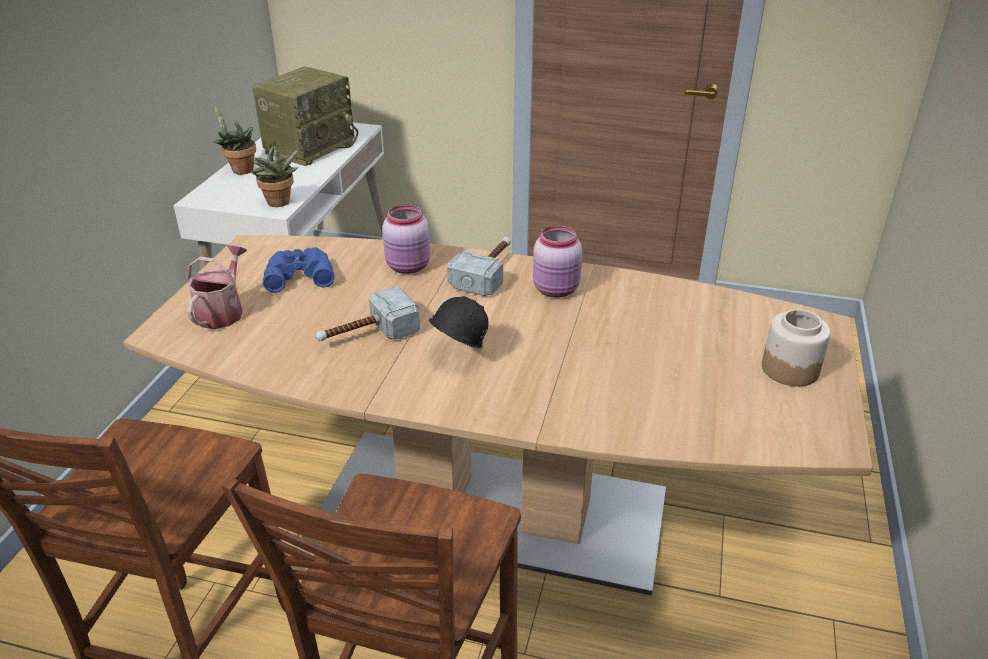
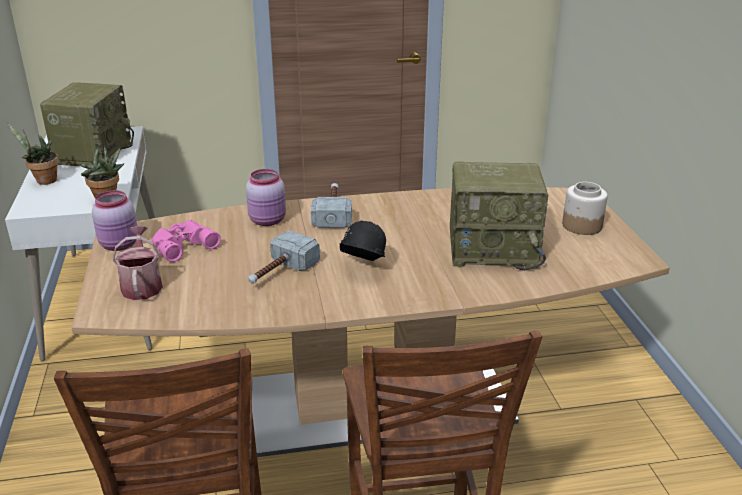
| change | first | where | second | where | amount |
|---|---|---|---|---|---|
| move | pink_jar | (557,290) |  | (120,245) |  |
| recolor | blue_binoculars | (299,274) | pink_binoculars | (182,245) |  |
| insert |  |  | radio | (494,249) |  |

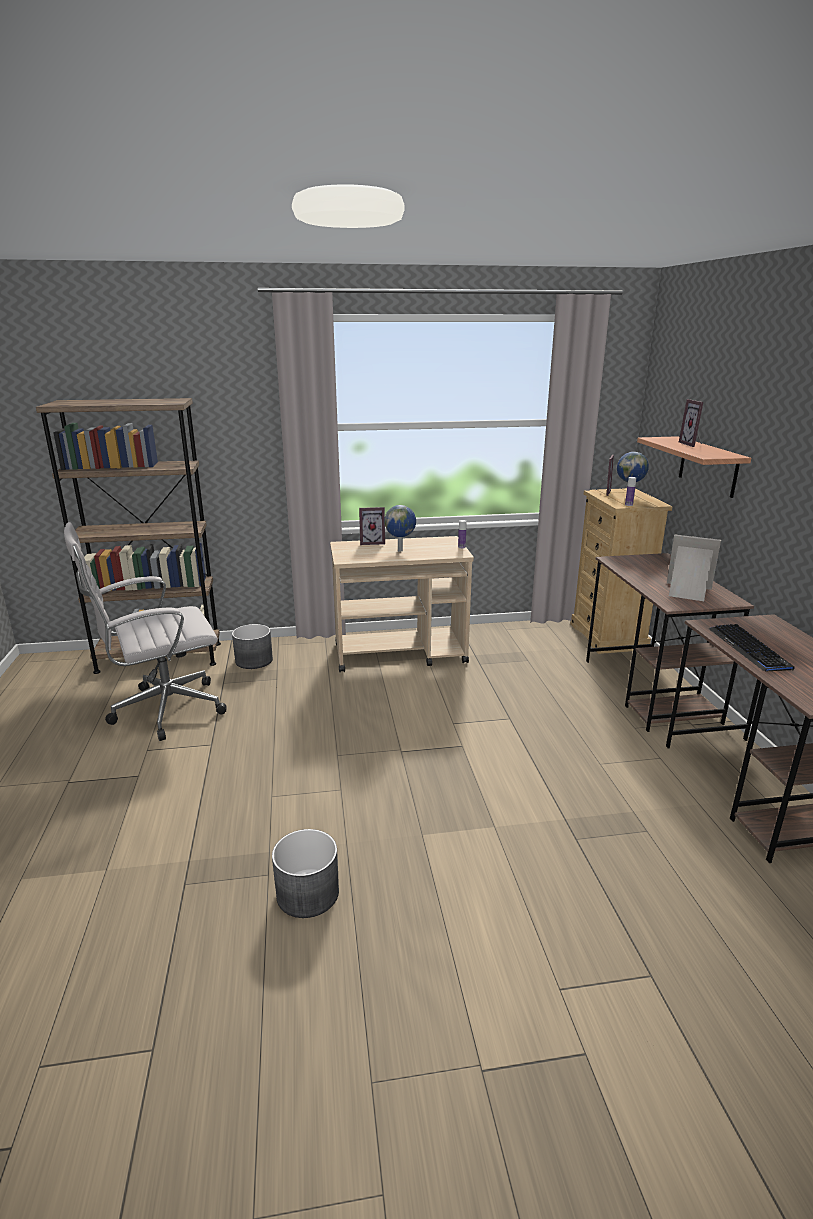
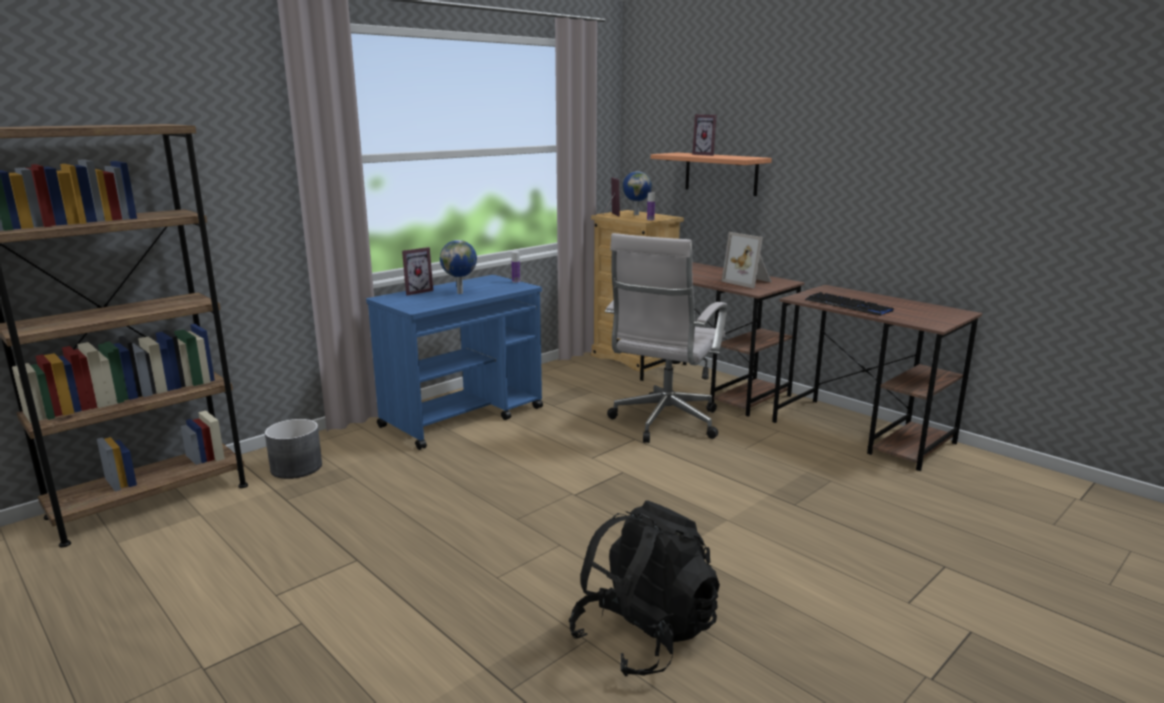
| change | first | where | second | where | amount |
|---|---|---|---|---|---|
| recolor | beige_cart | (401,653) | blue_cart | (463,417) |  |
| replace | grey_planter | (307,893) | black_backpack | (644,636) |  |
| move | white_office_chair | (163,710) |  | (664,424) |  |
| rotate | picture_frame | (687,592) |  | (749,282) | 120 degrees counterclockwise |

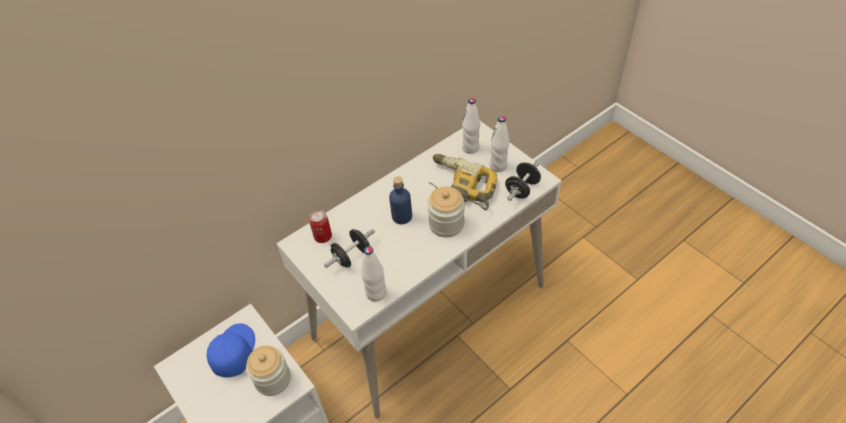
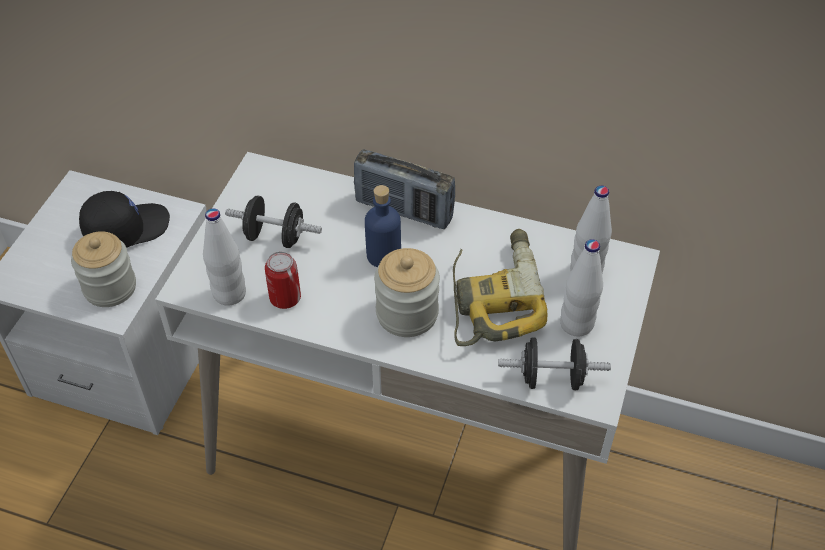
| change | first | where | second | where | amount |
|---|---|---|---|---|---|
| recolor | blue_cap | (233,352) | black_cap | (126,228) |  |
| move | can | (323,237) |  | (285,298) |  |
| insert |  |  | radio | (404,210) |  |

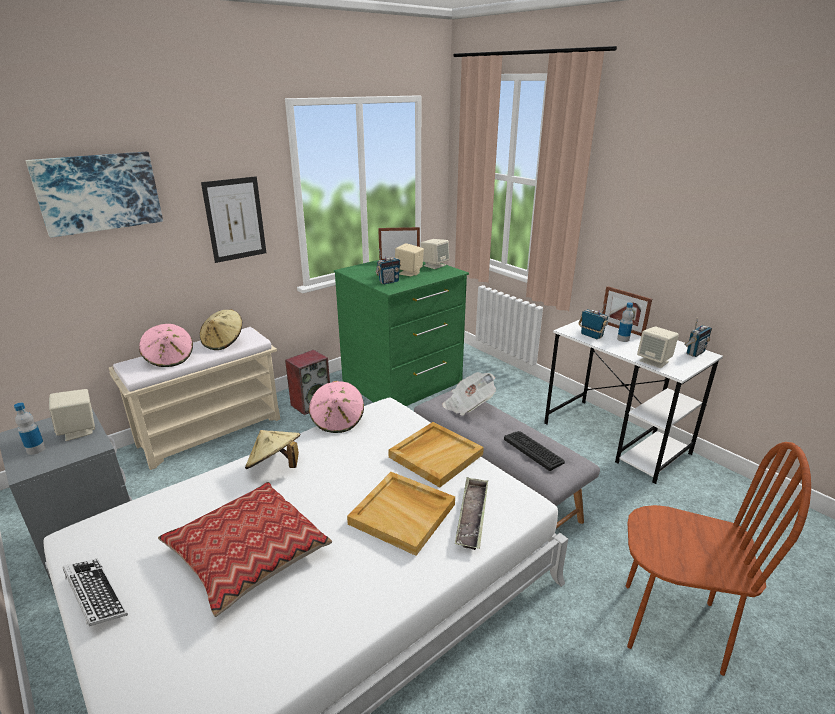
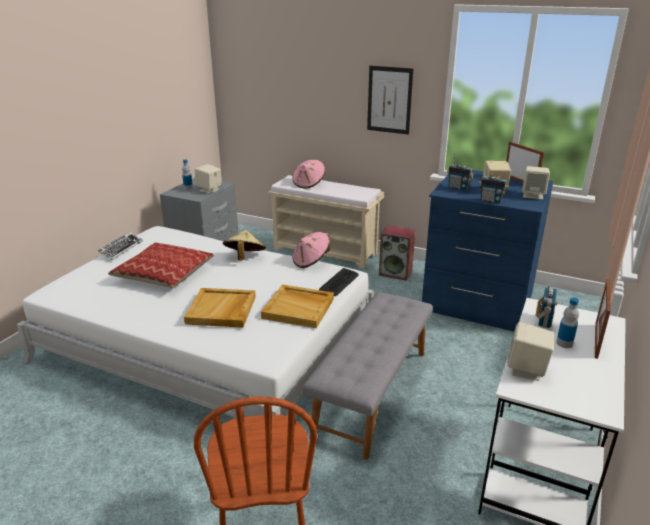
| change | first | where | second | where | amount |
|---|---|---|---|---|---|
| move | keyboard | (533,450) |  | (339,283) |  |
| recolor | green_dresser | (403,383) | blue_dresser | (477,302) |  |
| move | radio | (694,353) |  | (491,201) |  |
| delete | picture | (98,192) |  |  |  |
| delete | beige_hat | (223,342) |  |  |  |
| delete | newspaper | (468,405) |  |  |  |
| delete | tray | (472,516) |  |  |  |

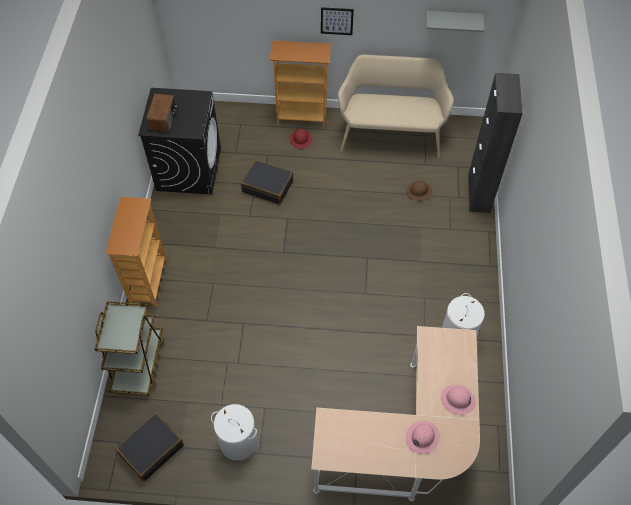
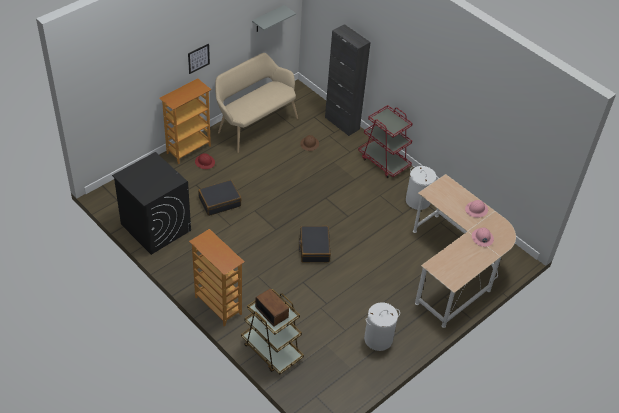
| change | first | where | second | where | amount |
|---|---|---|---|---|---|
| move | radio | (164,119) |  | (272,312) |  |
| move | black_suitcase | (151,449) |  | (314,248) |  |
| insert |  |  | red_cart | (384,161) |  |

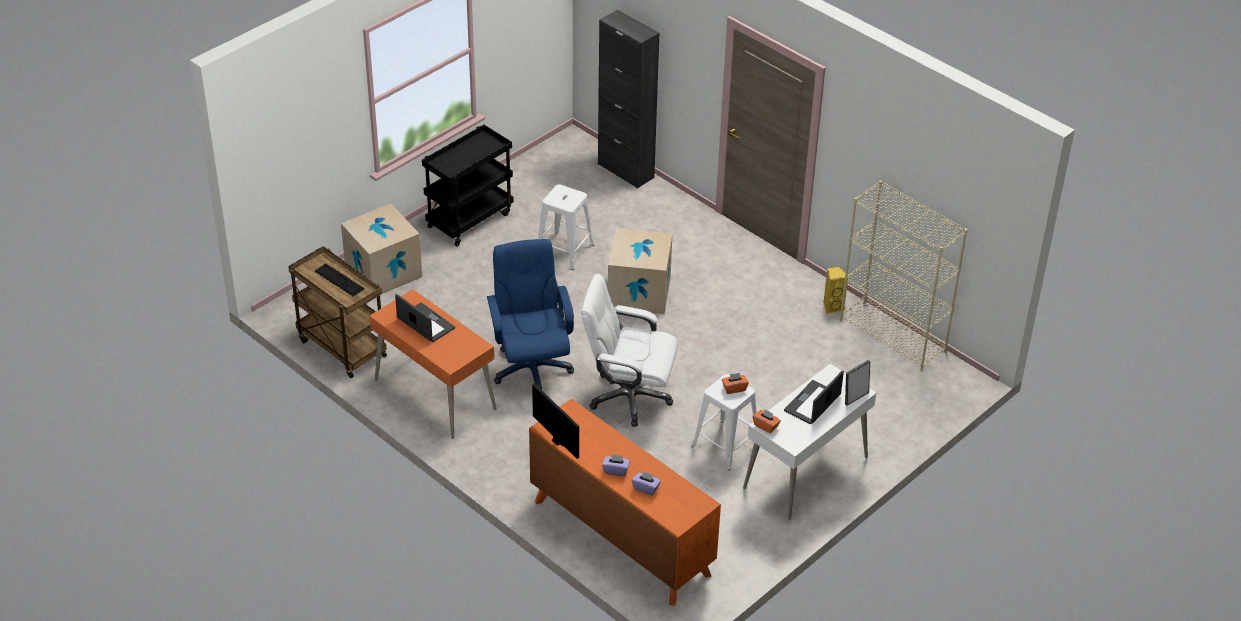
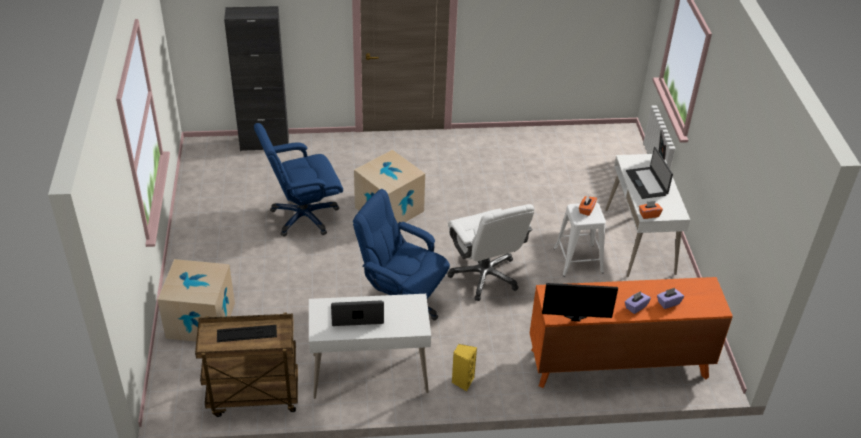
| change | first | where | second | where | amount |
|---|---|---|---|---|---|
| replace | white_stool | (564,250) | blue_office_chair | (303,217) |  |
| recolor | orange_desk | (434,395) | white_desk | (370,374) |  |
| rotate | white_office_chair | (628,397) |  | (485,276) | 75 degrees counterclockwise |
| move | yellow_speaker | (832,307) |  | (462,381) |  |
| delete | black_cart | (469,219) |  |  |  |
| delete | beige_bookcase | (893,336) |  |  |  |

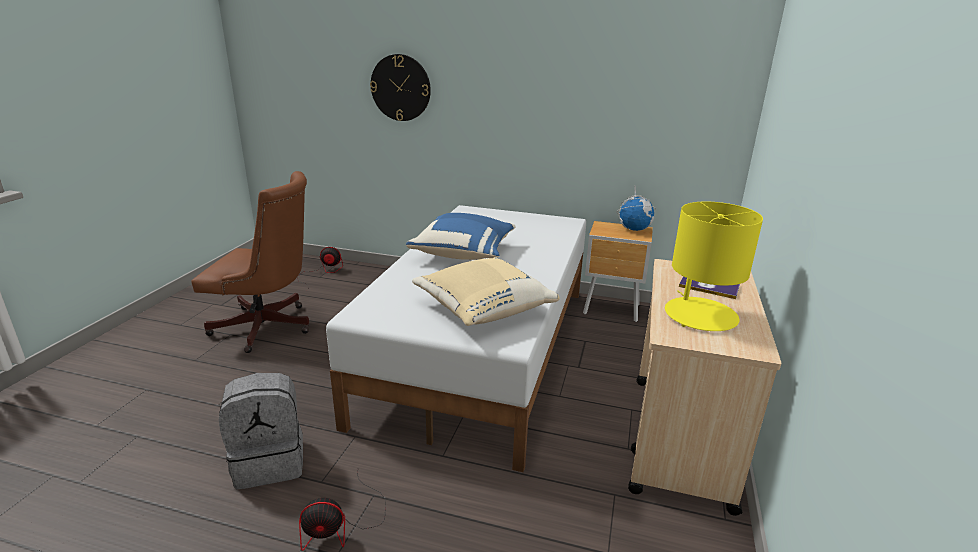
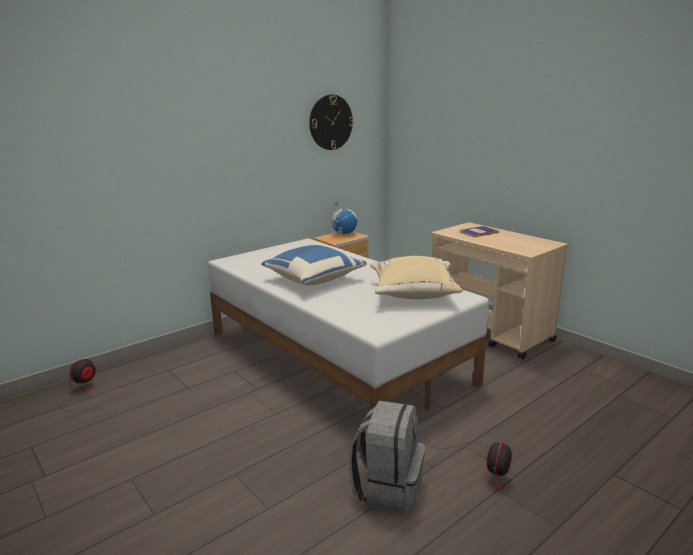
| change | first | where | second | where | amount |
|---|---|---|---|---|---|
| move | wall_clock | (400,88) |  | (330,122) |  |
| delete | brown_office_chair | (268,328) |  |  |  |
| delete | yellow_table_lamp | (700,315) |  |  |  |

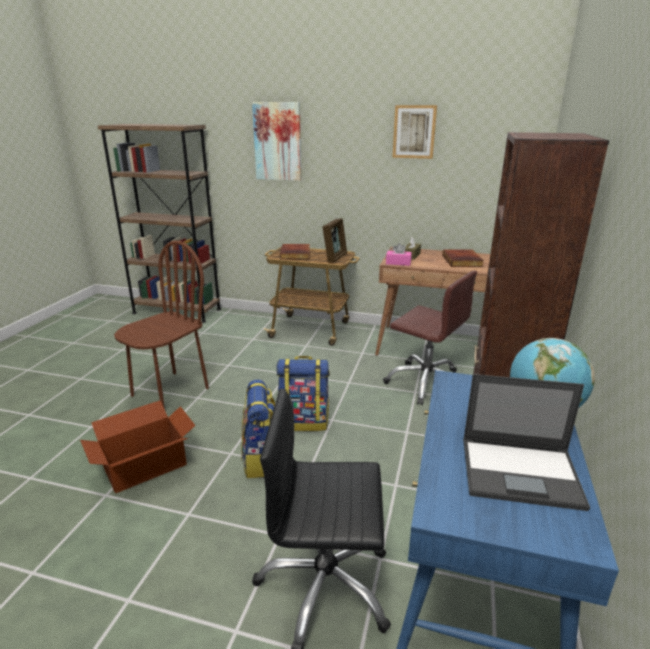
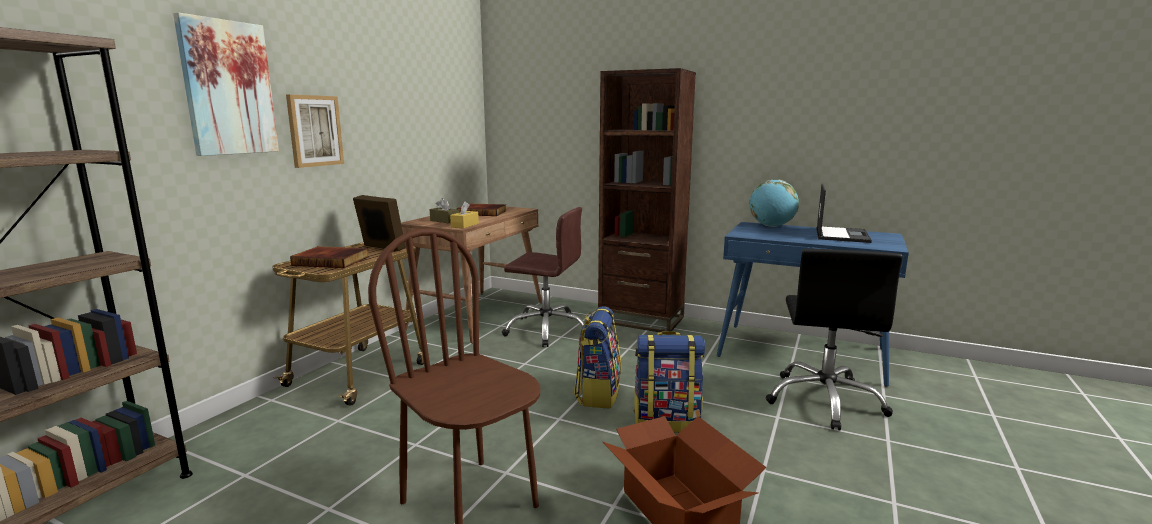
| change | first | where | second | where | amount |
|---|---|---|---|---|---|
| move | picture | (414,132) |  | (314,131) |  |
| recolor | pink_tissue_box | (398,263) | yellow_tissue_box | (465,225) |  |
| rotate | brown_office_chair | (426,383) |  | (546,330) | 60 degrees clockwise |

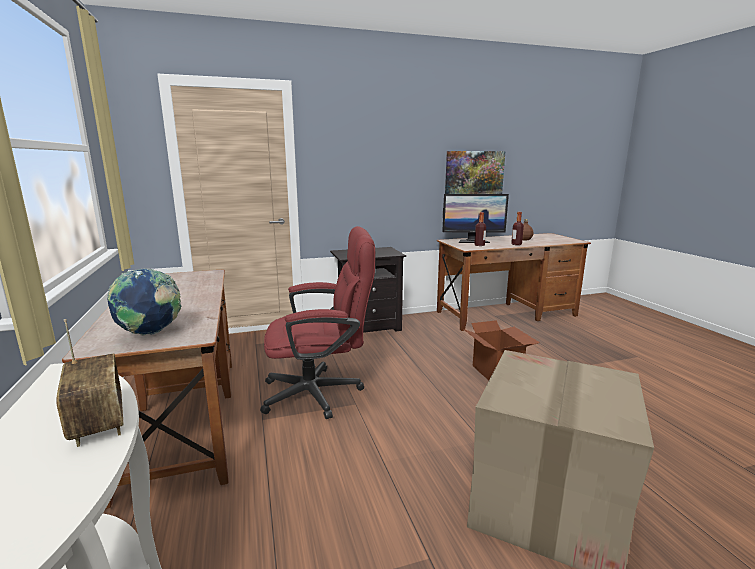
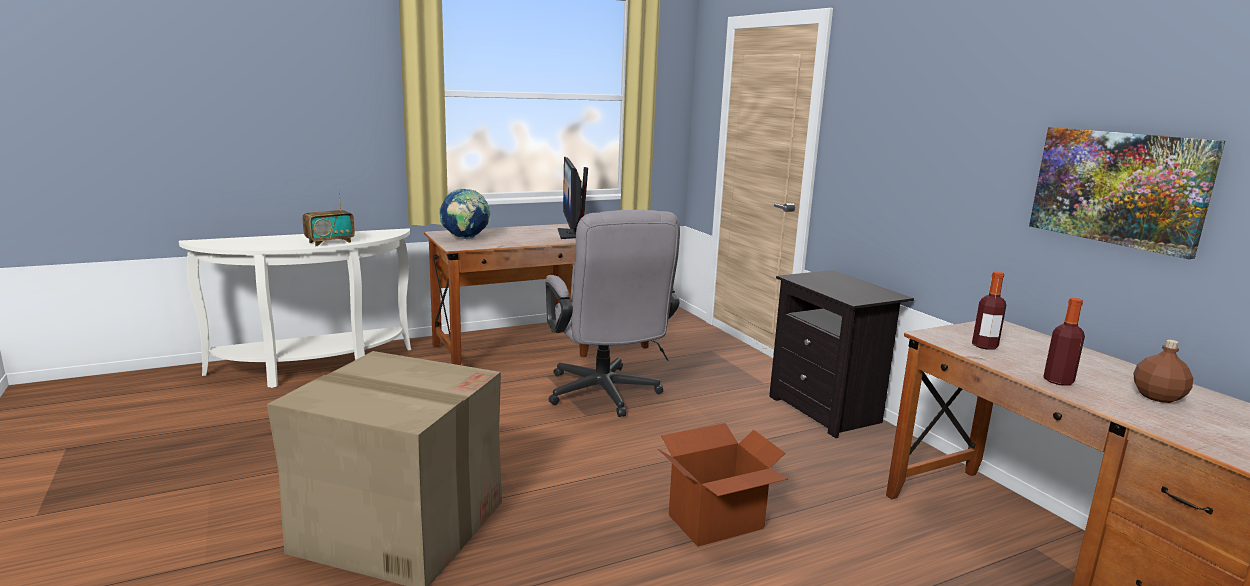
| change | first | where | second | where | amount |
|---|---|---|---|---|---|
| recolor | red_office_chair | (321,393) | grey_office_chair | (605,396) |  |
| move | monitor | (472,241) |  | (571,234) |  |

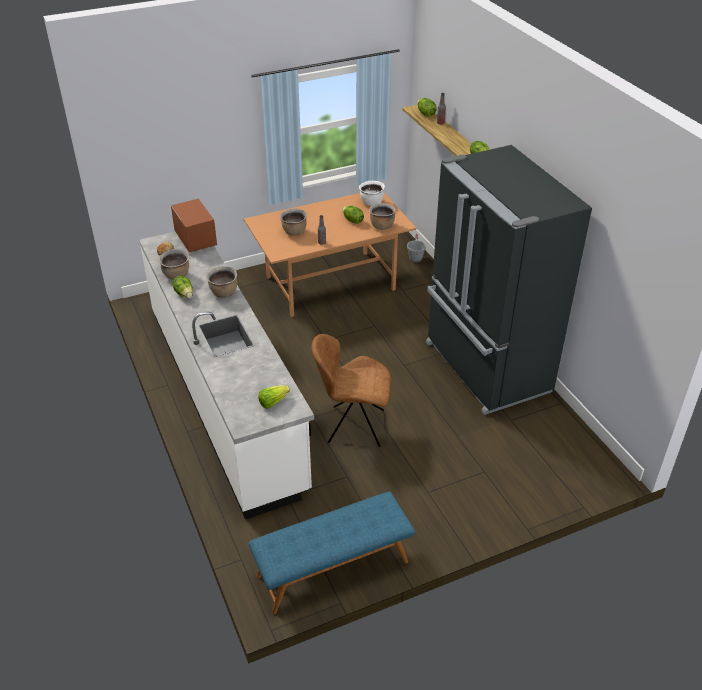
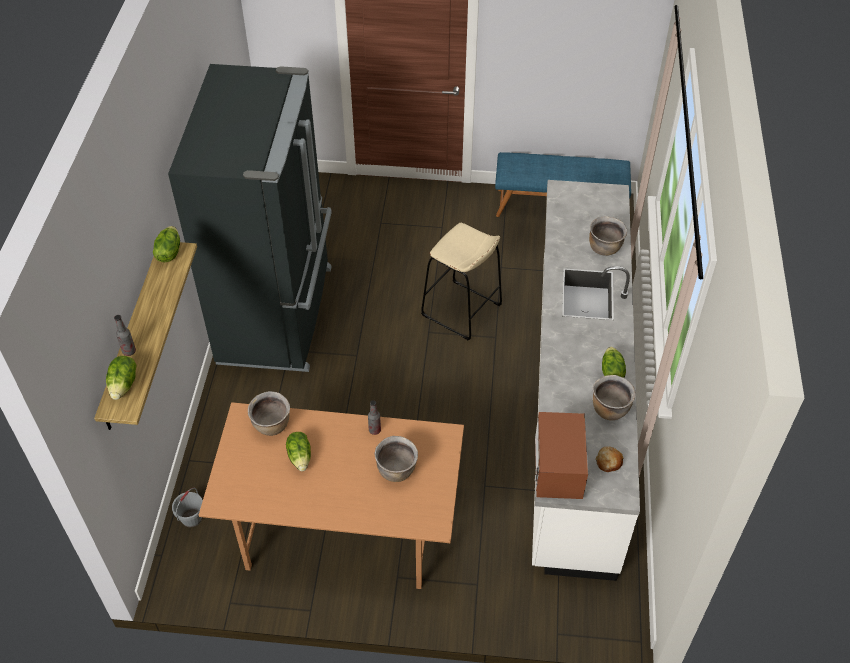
| change | first | where | second | where | amount |
|---|---|---|---|---|---|
| replace | brown_chair | (353,426) | beige_stool | (461,310) |  |
| move | brown_cooking_pot | (224,293) |  | (604,248) |  |
| delete | lettuce | (273,402) |  |  |  |
| delete | white_cooking_pot | (371,203) |  |  |  |

